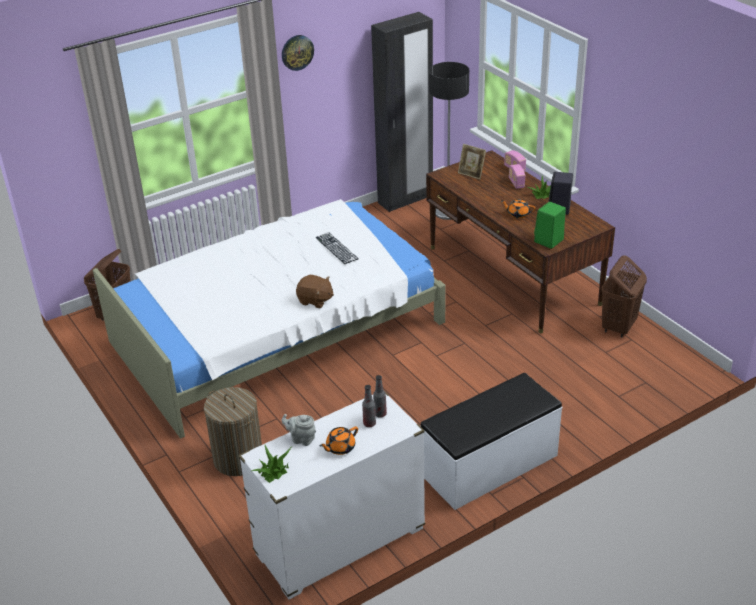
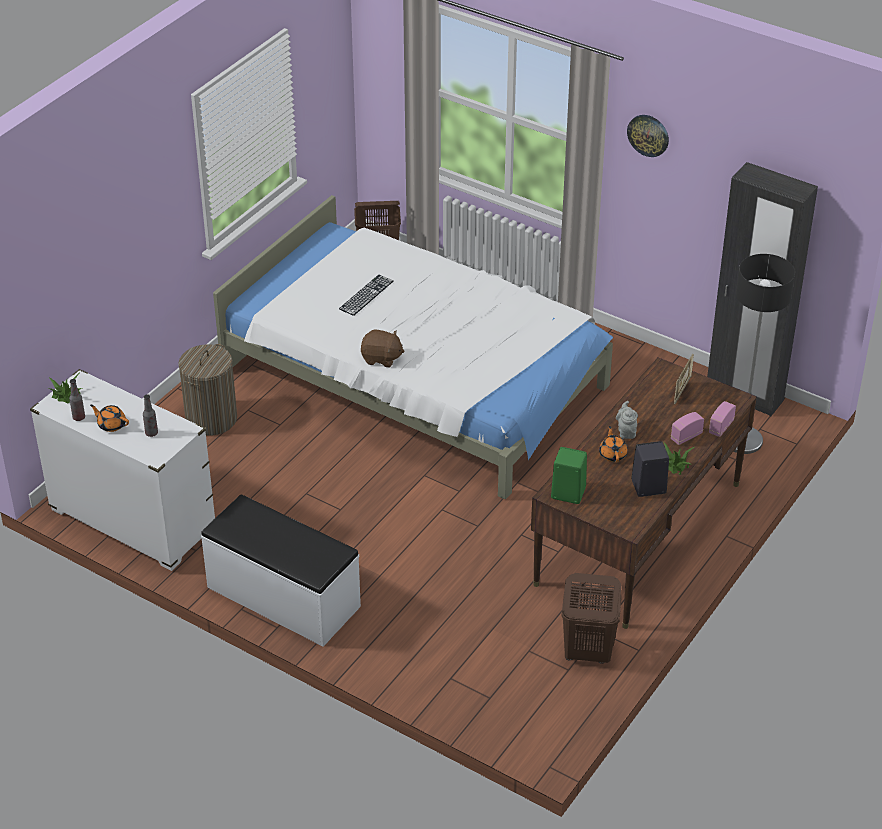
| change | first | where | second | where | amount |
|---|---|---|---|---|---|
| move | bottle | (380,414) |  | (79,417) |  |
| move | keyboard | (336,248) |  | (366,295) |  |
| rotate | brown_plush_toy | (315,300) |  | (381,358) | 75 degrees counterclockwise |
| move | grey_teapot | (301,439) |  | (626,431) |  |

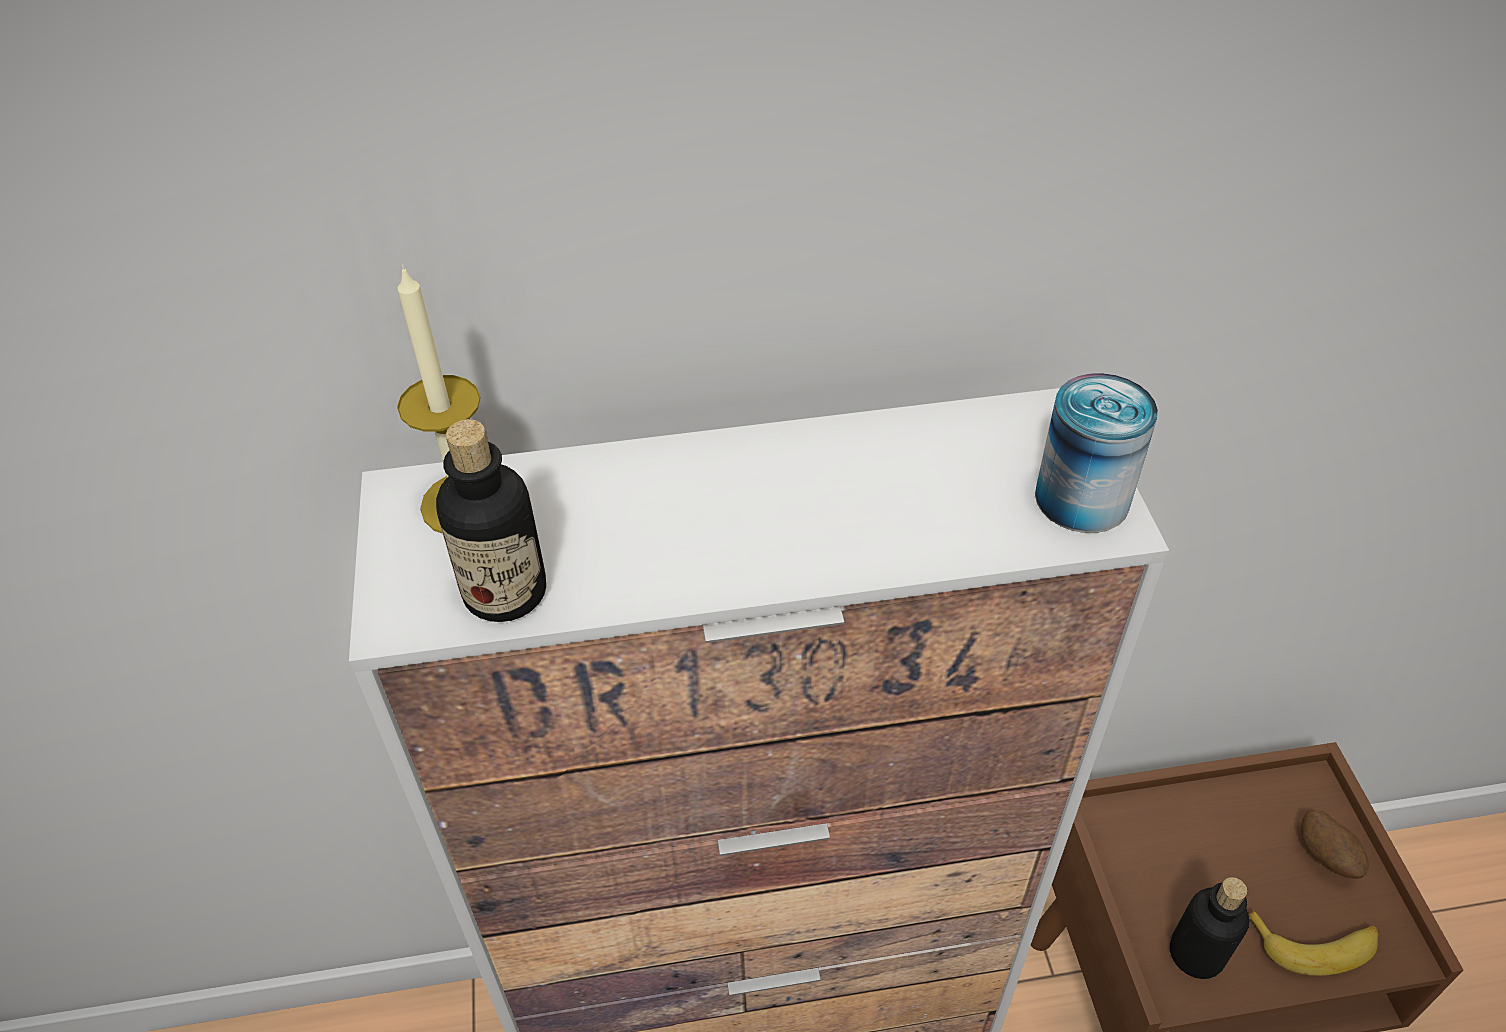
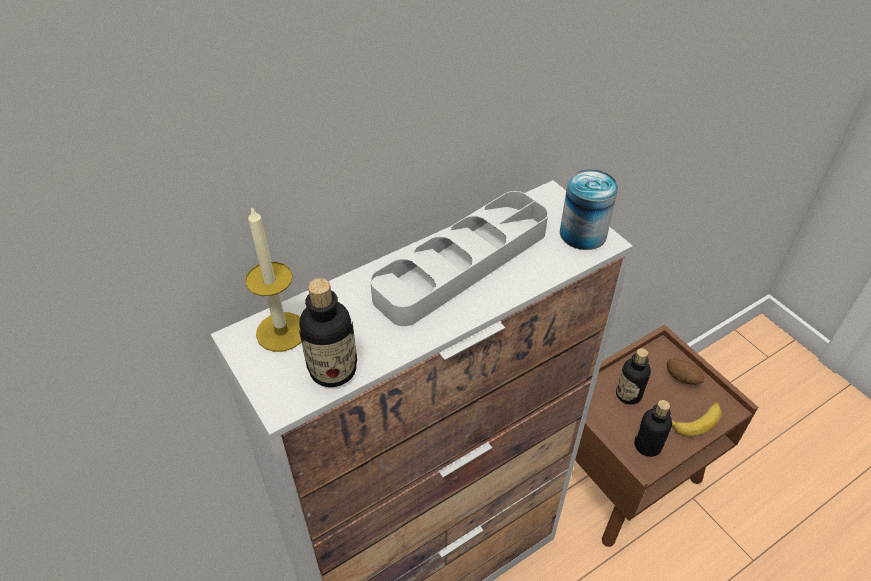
| change | first | where | second | where | amount |
|---|---|---|---|---|---|
| insert |  |  | grey_tray | (462,264) |  |
| insert |  |  | bottle | (628,394) |  |

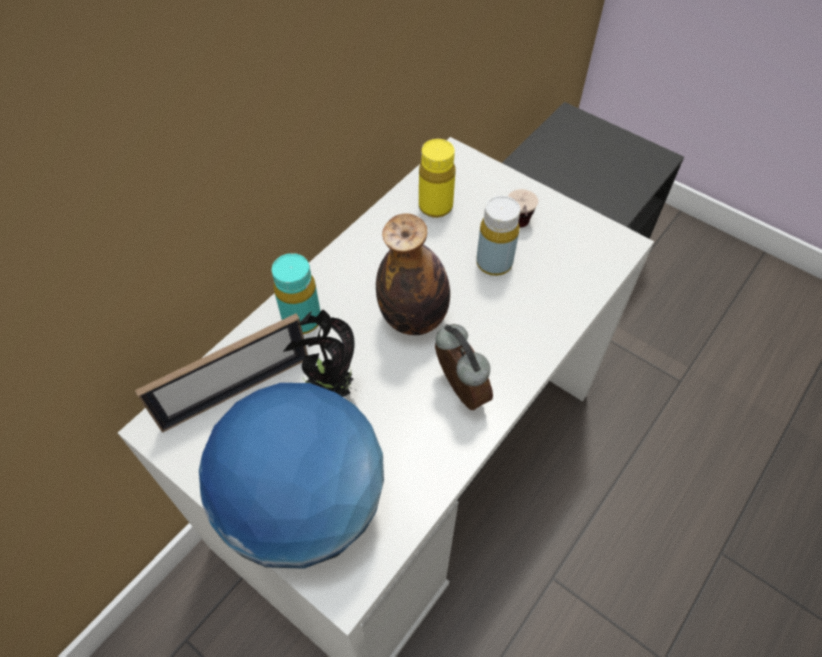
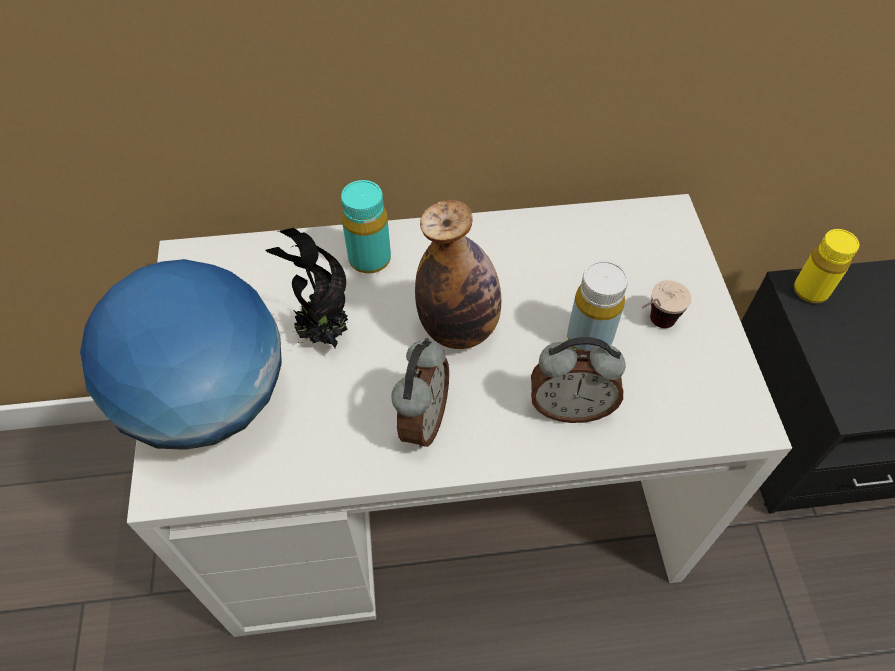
| change | first | where | second | where | amount |
|---|---|---|---|---|---|
| insert |  |  | alarm_clock | (570,407) |  |
| move | yellow_bottle | (435,206) |  | (810,291) |  |
| delete | picture_frame | (236,392) |  |  |  |

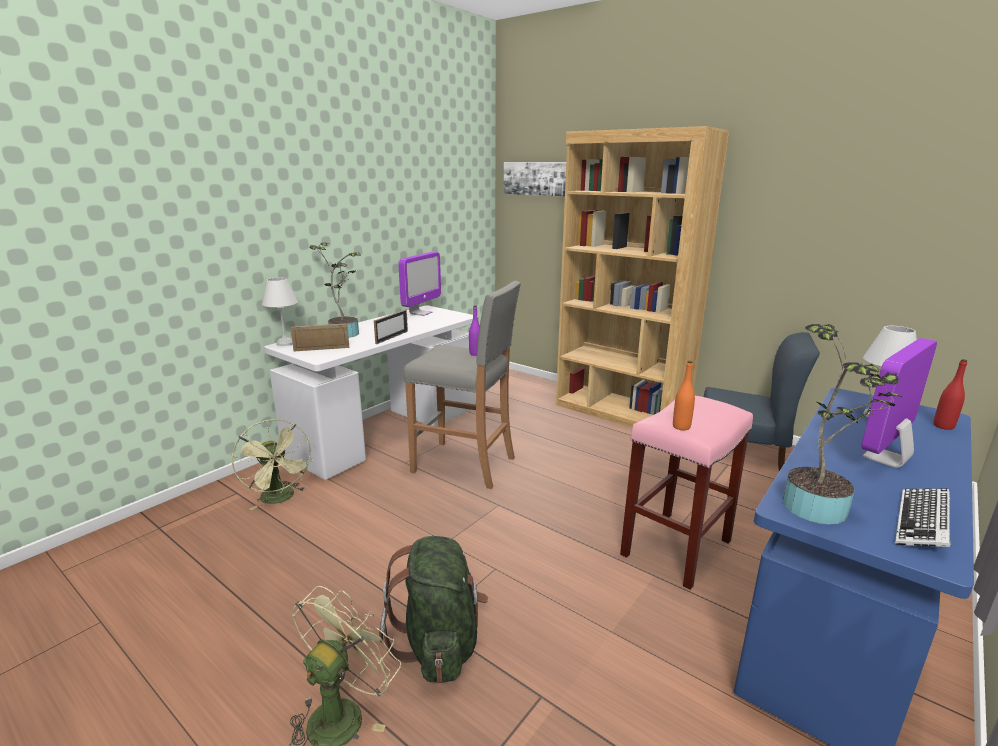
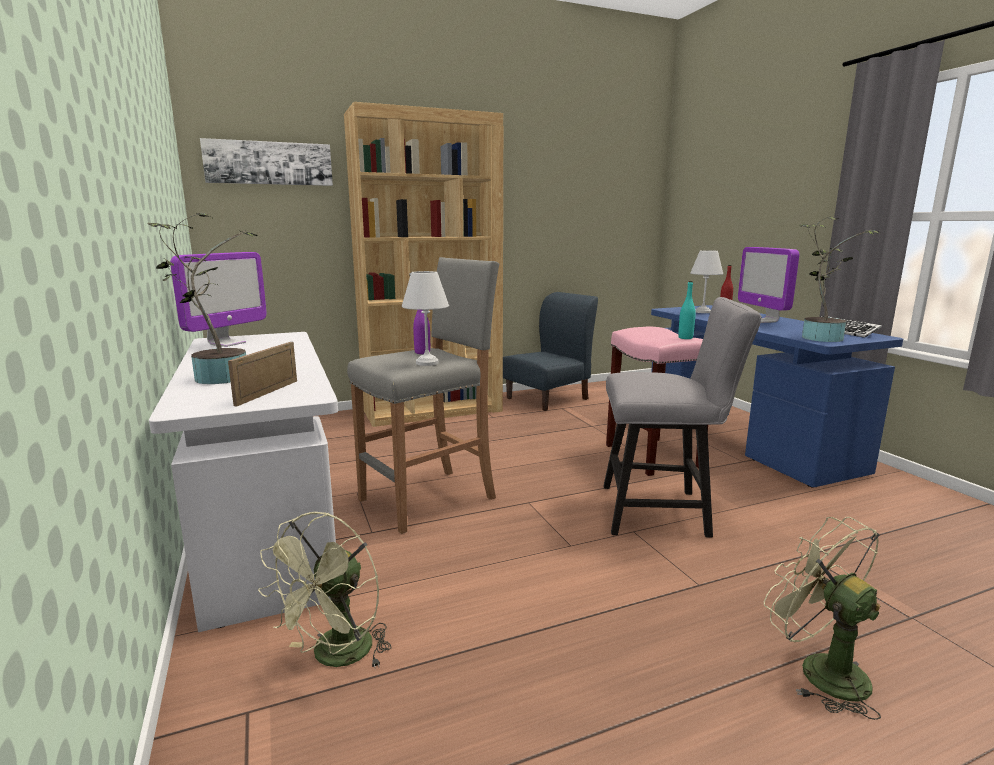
| change | first | where | second | where | amount |
|---|---|---|---|---|---|
| rotate | monitor | (421,313) |  | (227,343) | 60 degrees clockwise |
| rotate | green_fan | (280,499) |  | (336,657) | 120 degrees clockwise |
| move | white_table_lamp | (285,343) |  | (428,363) |  |
| insert |  |  | grey_chair | (663,511) |  |
| recolor | orange_bottle | (681,427) | turquoise_bottle | (685,338) |  |
| delete | picture_frame | (392,337) |  |  |  |
| delete | green_backpack | (439,644) |  |  |  |

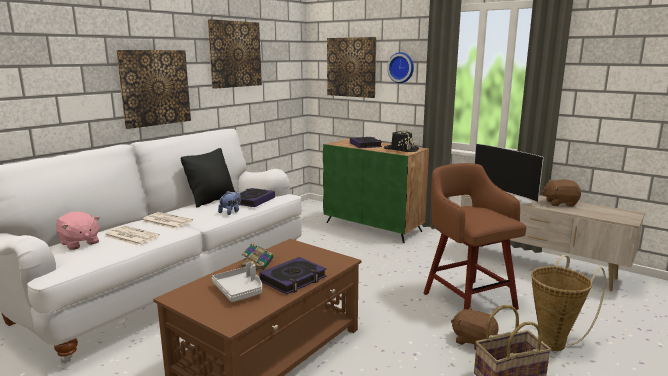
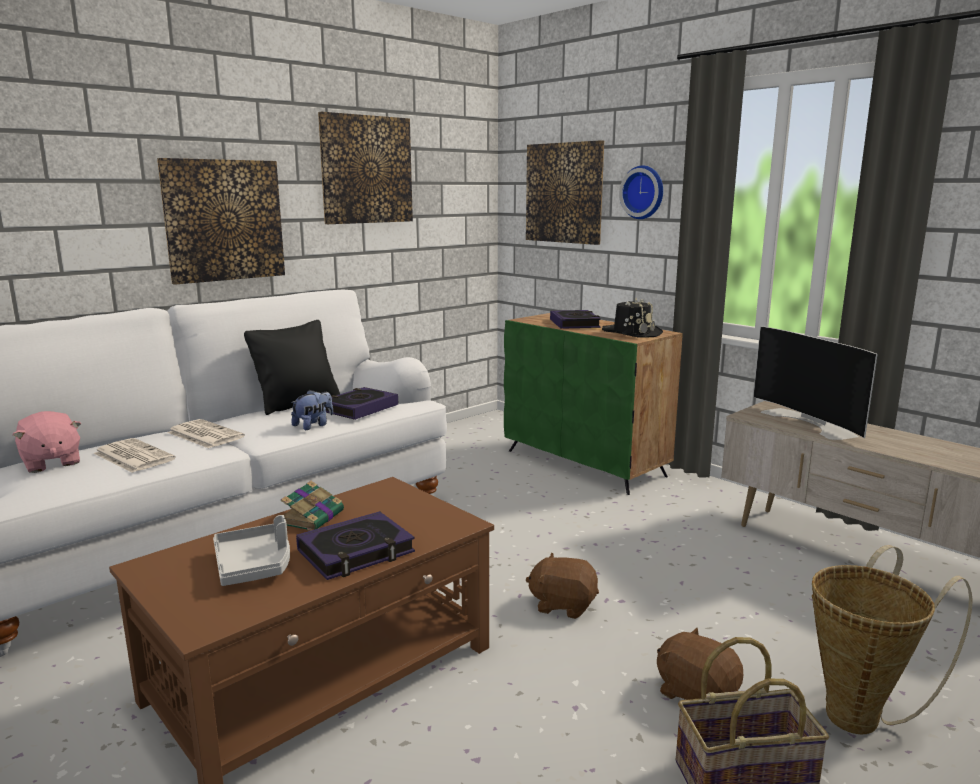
| change | first | where | second | where | amount |
|---|---|---|---|---|---|
| move | brown_plush_toy | (560,203) |  | (563,604) |  |
| delete | brown_stool | (467,299) |  |  |  |

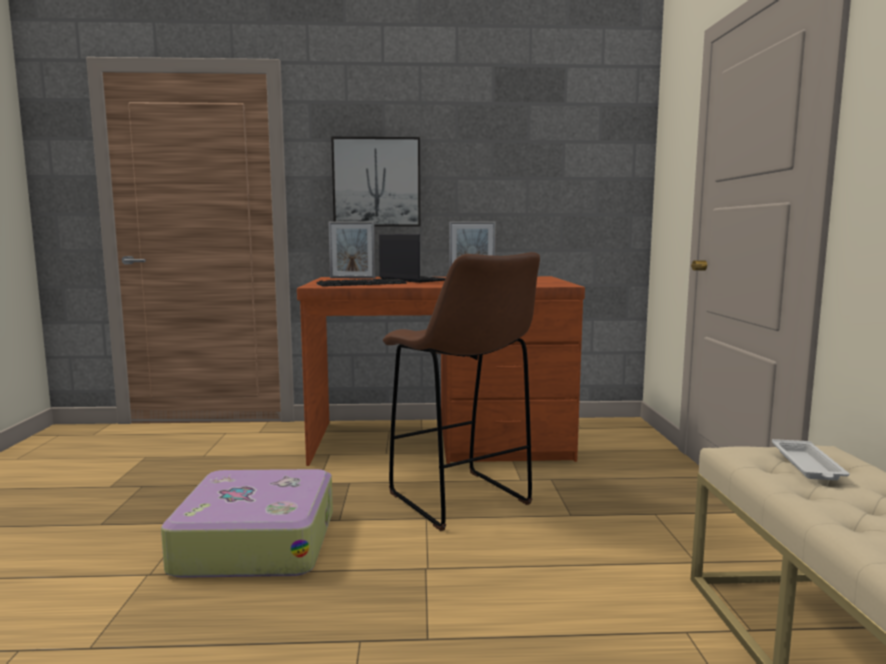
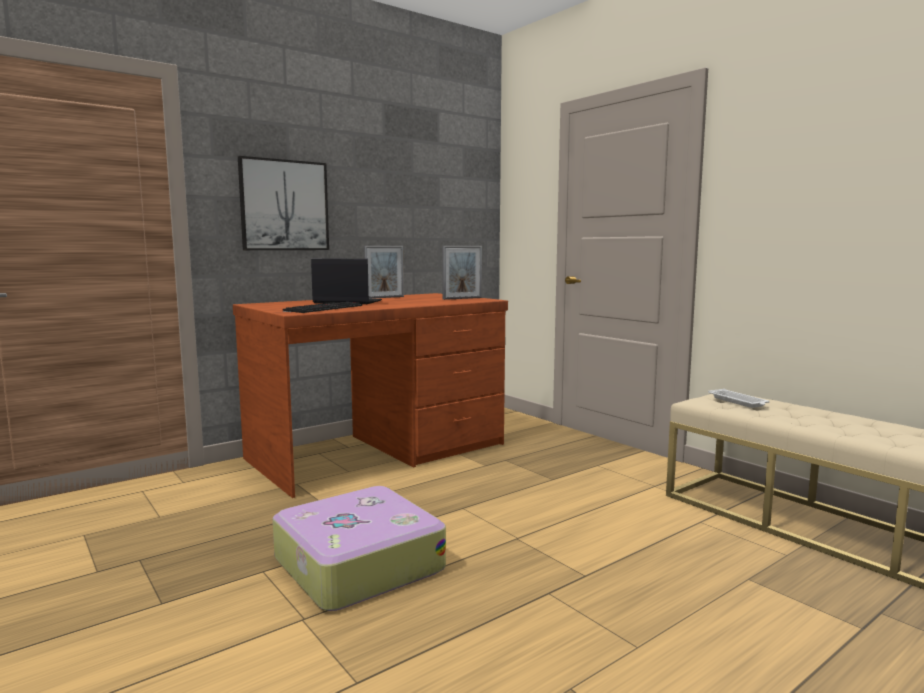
| change | first | where | second | where | amount |
|---|---|---|---|---|---|
| move | picture_frame | (352,278) |  | (462,298) |  |
| delete | brown_stool | (461,500) |  |  |  |

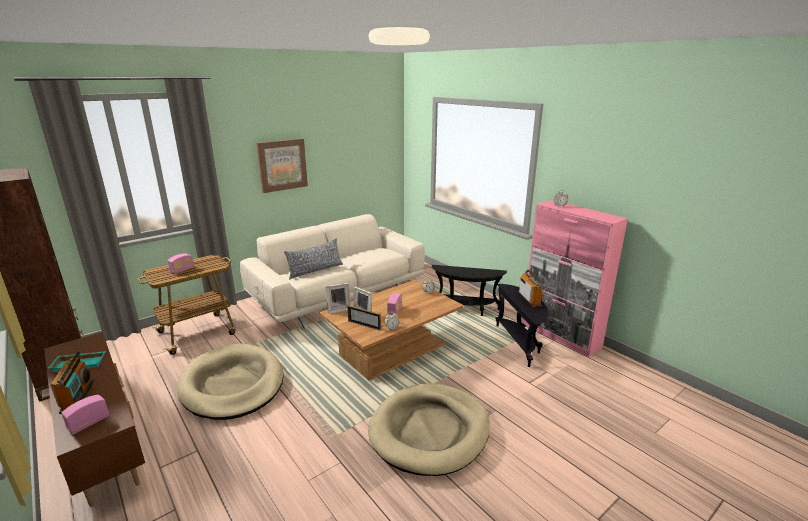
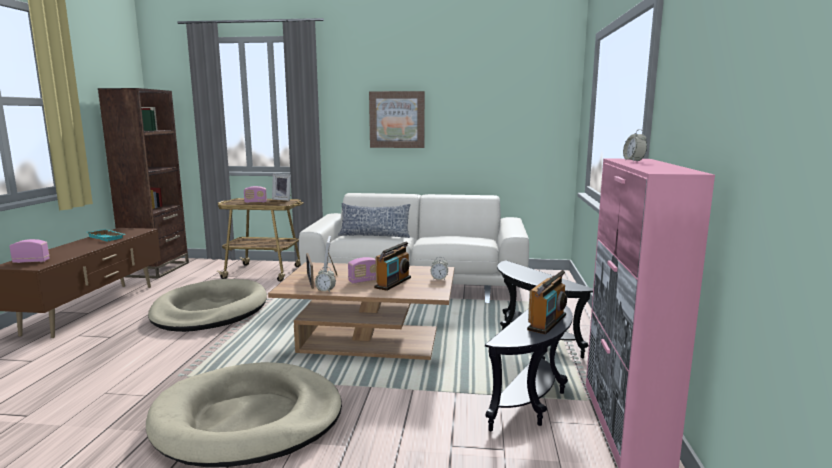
| change | first | where | second | where | amount |
|---|---|---|---|---|---|
| move | picture_frame | (338,309) |  | (283,199) |  |
| move | radio | (77,397) |  | (393,283) |  |

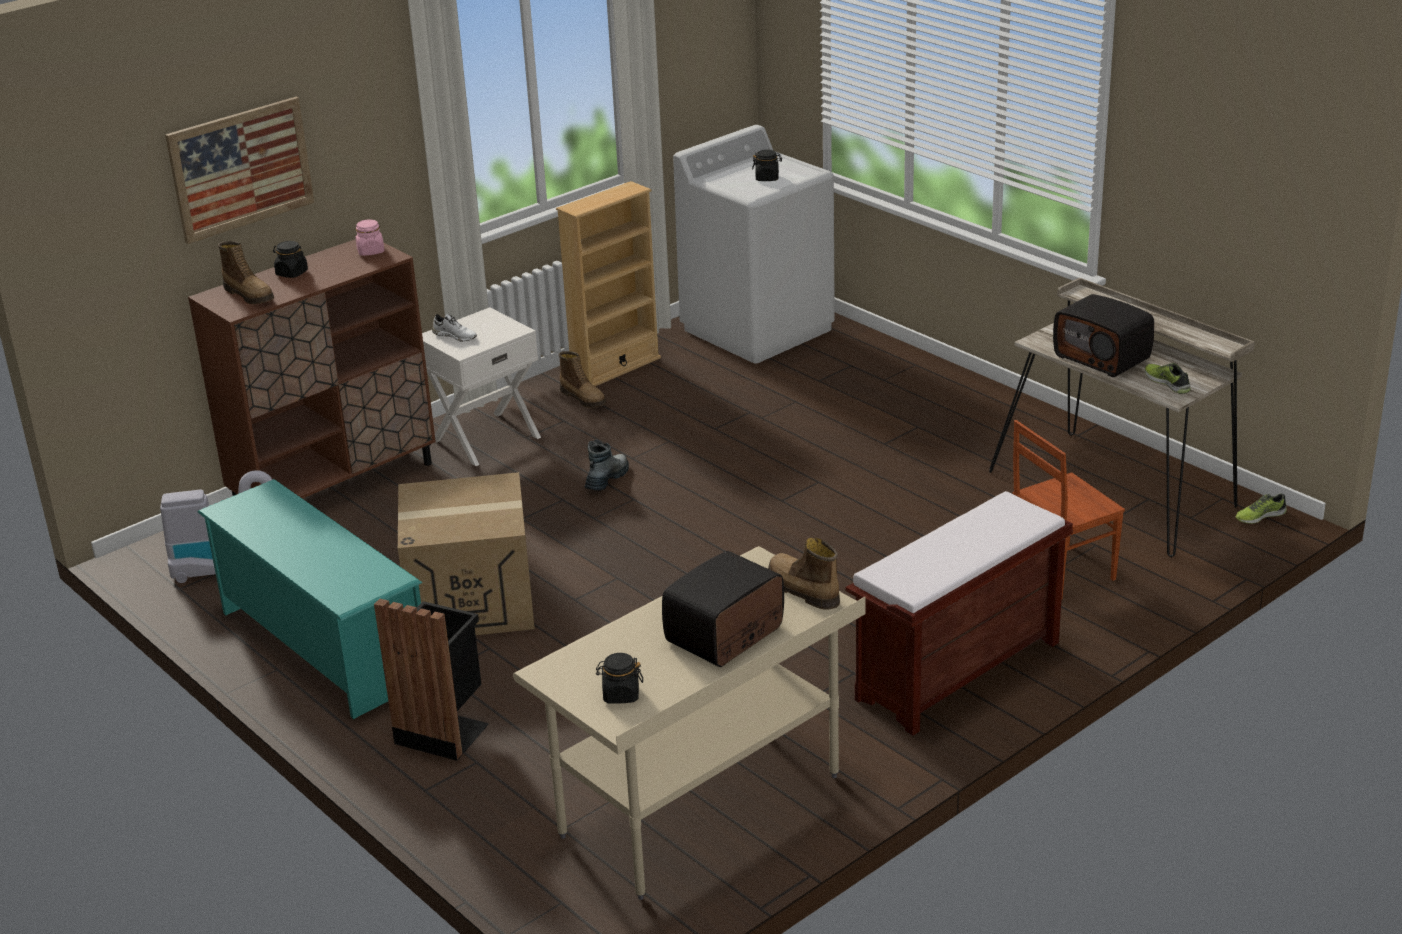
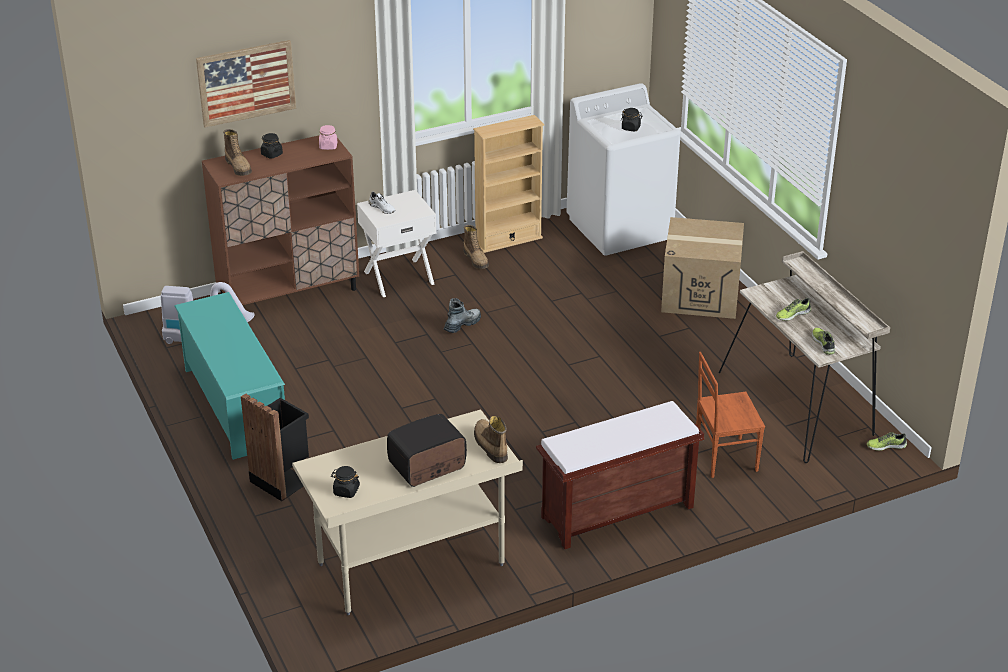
| change | first | where | second | where | amount |
|---|---|---|---|---|---|
| move | cardboard_box | (471,601) |  | (700,295) |  |
| replace | radio | (1103,357) | shoe | (792,314) |  |

